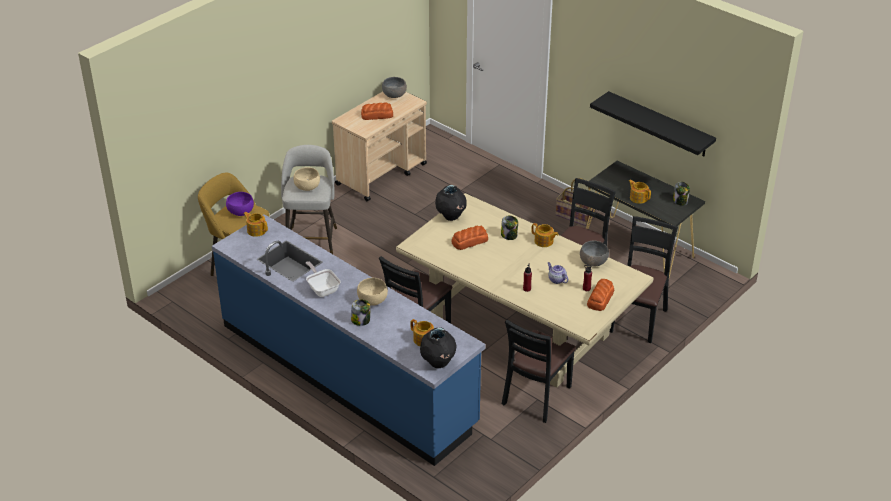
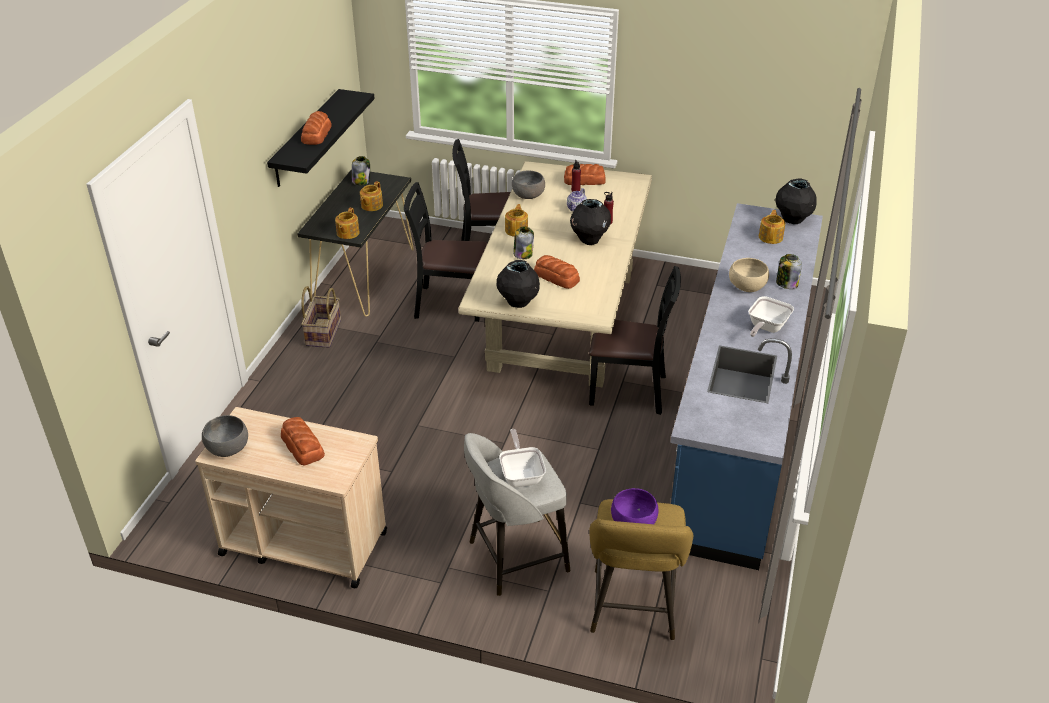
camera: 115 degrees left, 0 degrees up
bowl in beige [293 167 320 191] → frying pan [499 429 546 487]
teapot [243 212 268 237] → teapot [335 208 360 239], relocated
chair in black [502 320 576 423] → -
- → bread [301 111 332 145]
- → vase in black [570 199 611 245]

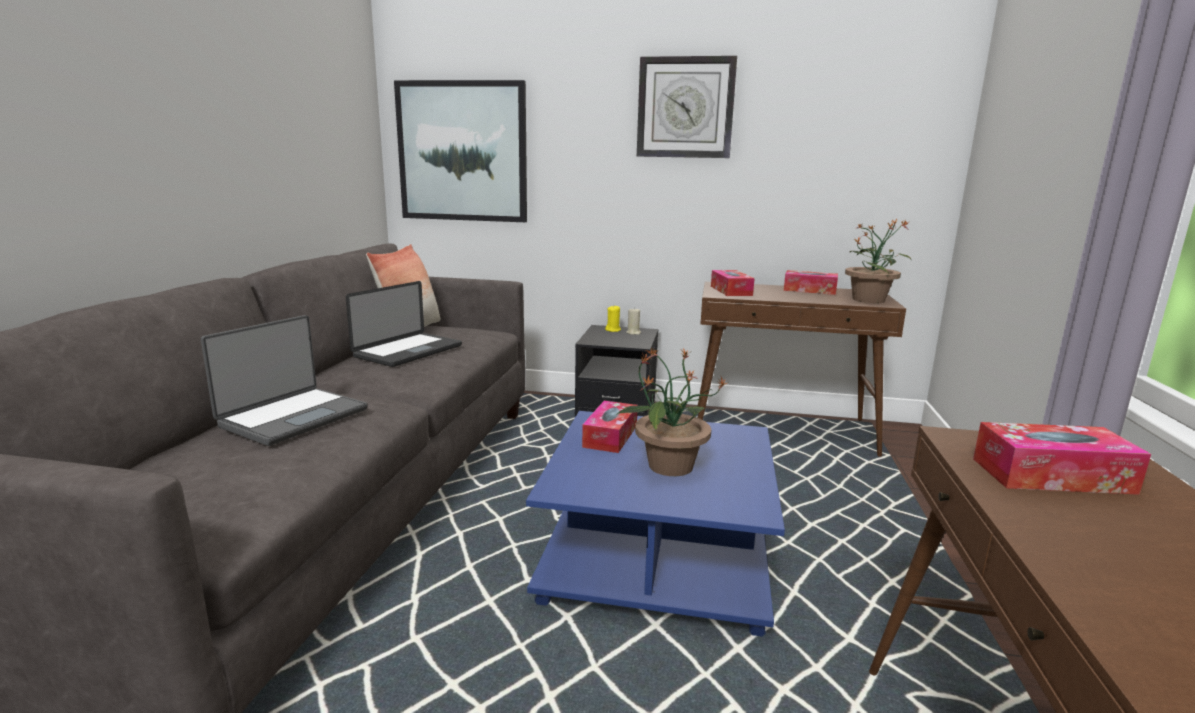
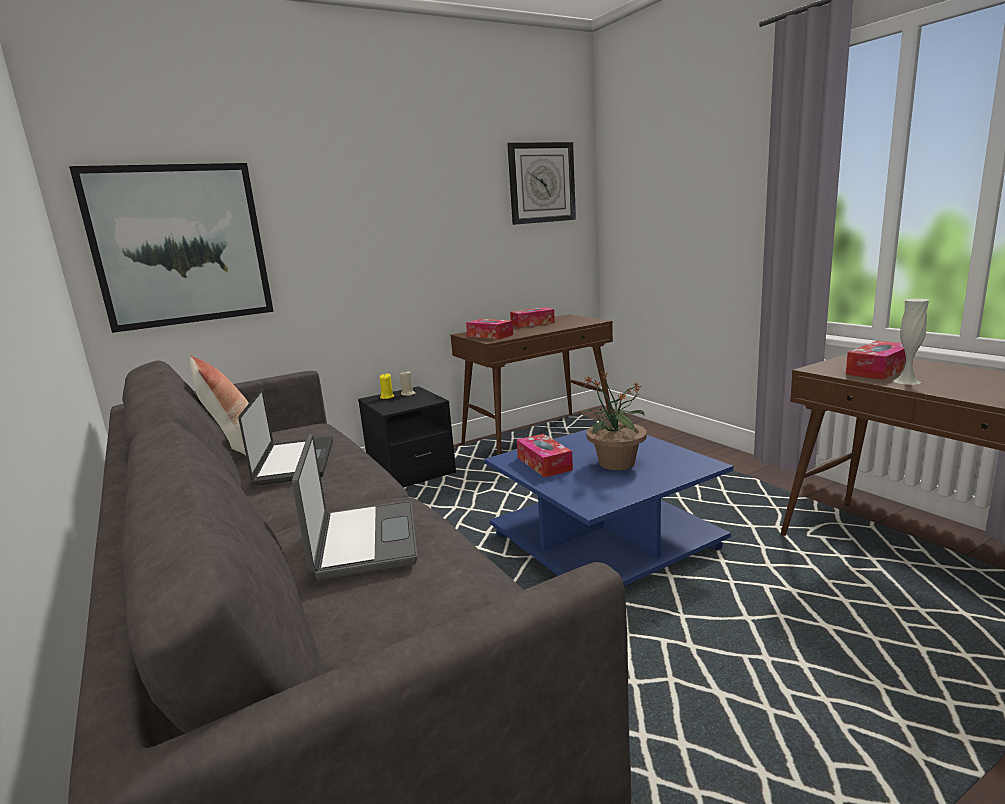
camera: 40 degrees left, 0 degrees up
wall clock [637 56 737 158] → wall clock [507 142 576 225], relocated
potted plant [845 219 911 303] → -
- → vase in white [893 299 929 385]

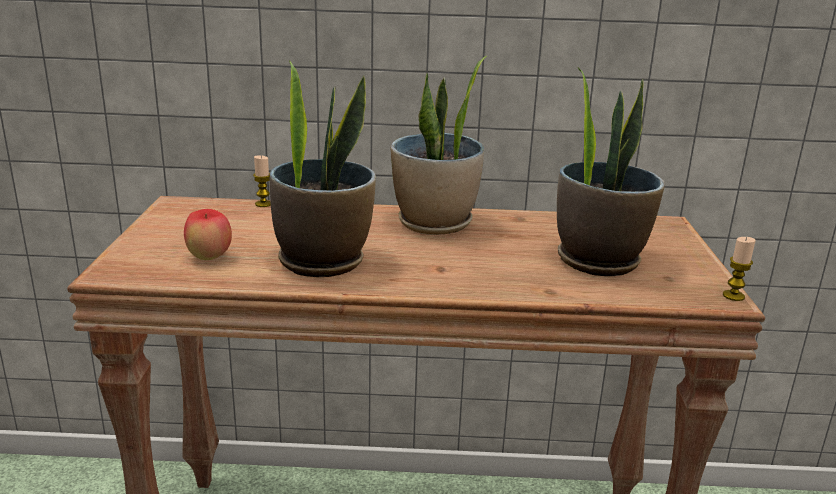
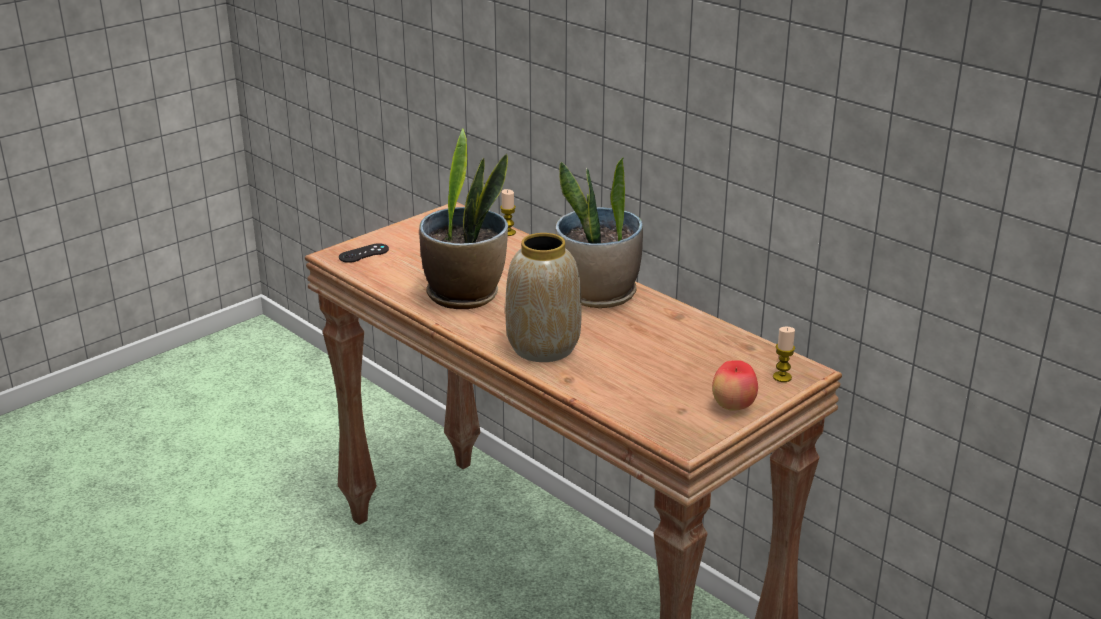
camera: 45 degrees right, 5 degrees up
potted plant [557 66 665 276] → -
apple [184 209 232 260] → apple [712 360 758 411], relocated
candle [723 237 756 301] → candle [773 327 795 382], relocated
- → vase [505 233 582 362]
- → game controller in black [339 244 389 263]

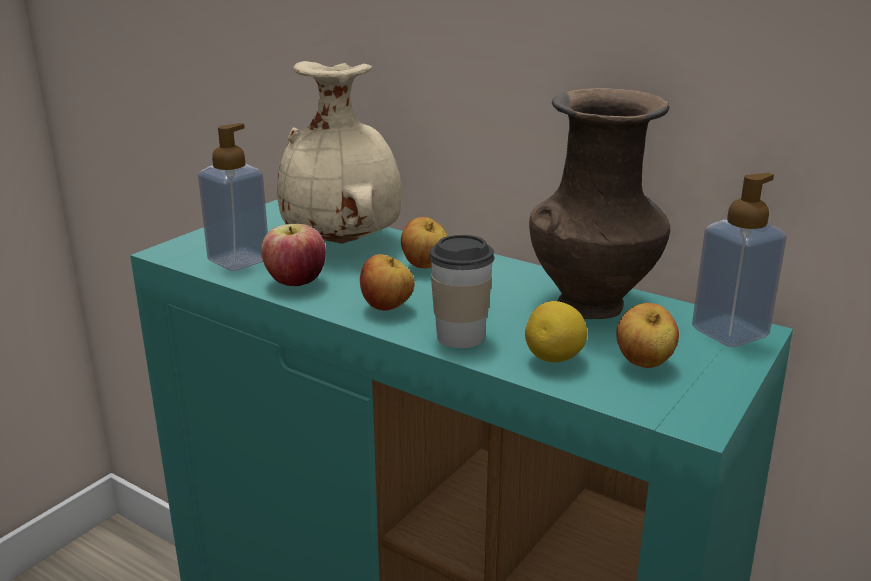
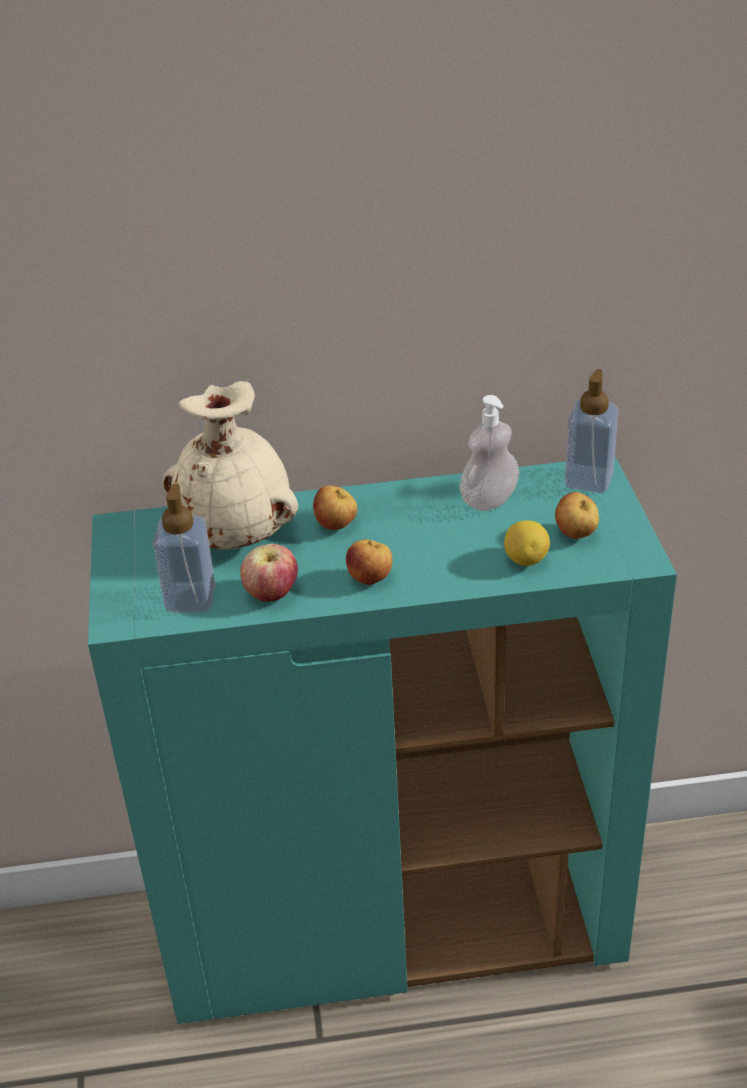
camera: 40 degrees left, 15 degrees up
vase in brown [529 88 670 319] → soap dispenser [459 395 519 511]
cup [429 235 494 348] → -

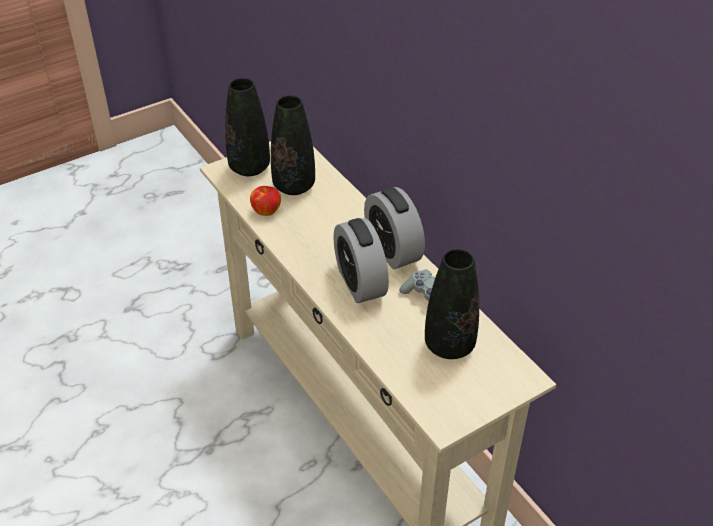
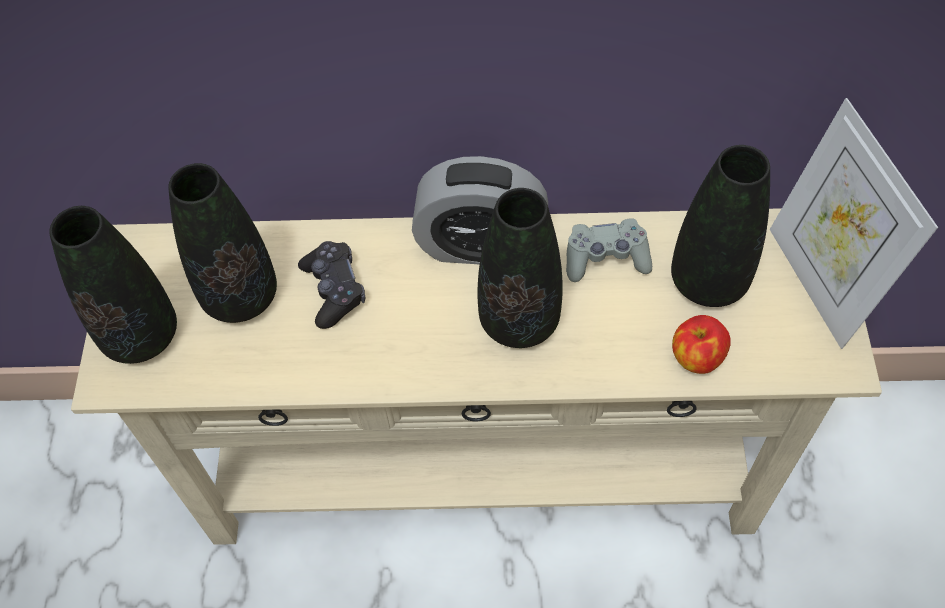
camera: 55 degrees left, 15 degrees up
apple [250 186 281 216] → apple [672 315 731 374], relocated
alarm clock [333 218 389 303] → vase in black [478 188 563 348]
- → picture frame [770 98 938 349]
- → game controller in black [298 241 365 329]

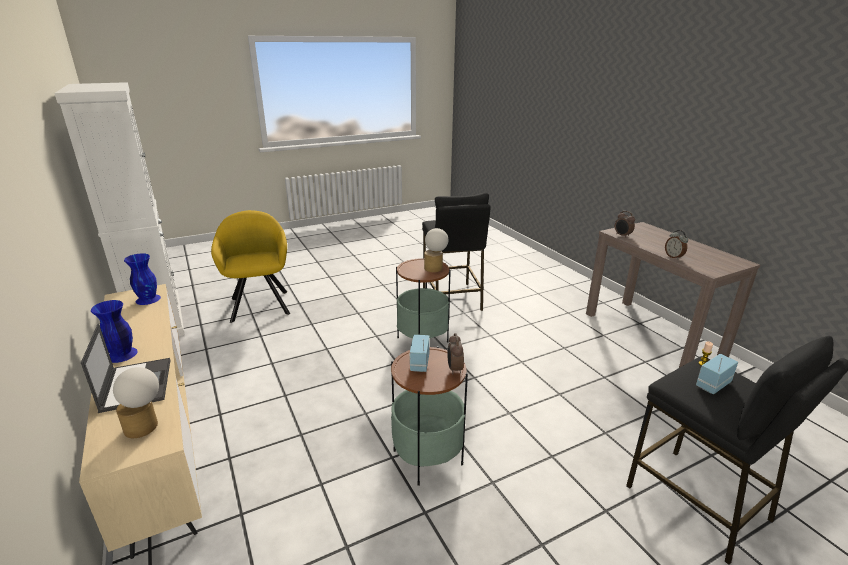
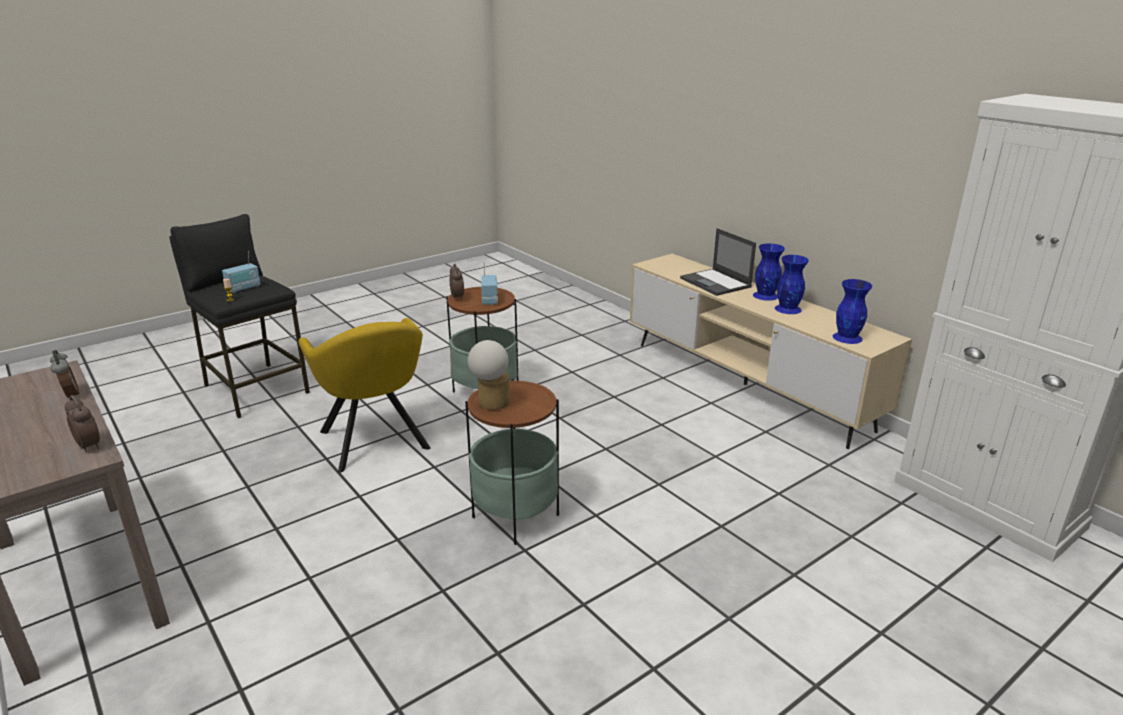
camera: 170 degrees right, 0 degrees up
stool in black [422 193 491 311] → -
armchair in yellow [211 210 290 323] → armchair in yellow [298 318 431 473], relocated
table lamp [113 367 159 438] → -
- → vase in blue [775 255 809 314]

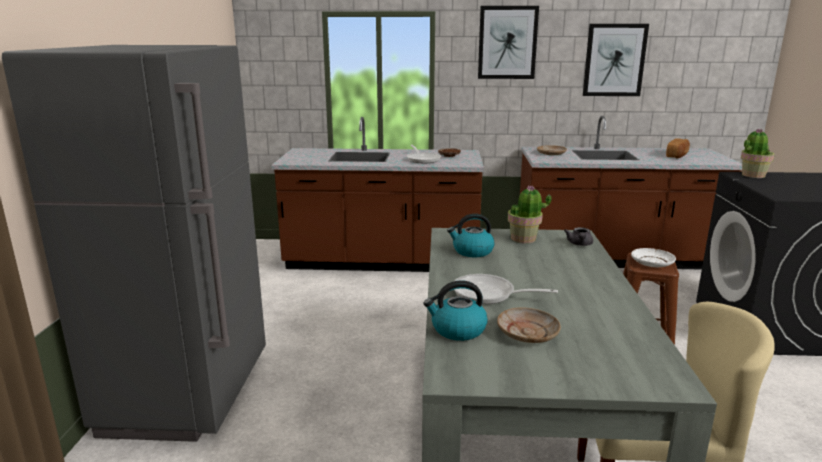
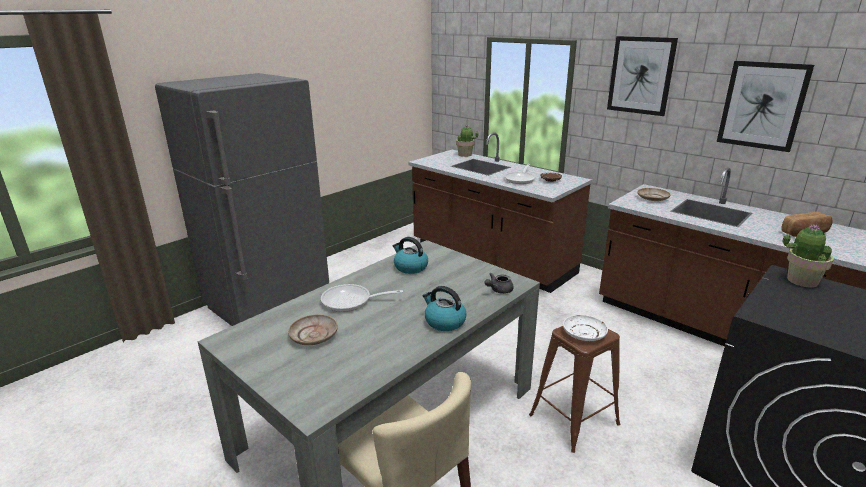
camera: 40 degrees right, 5 degrees up
potted plant [507 186 551 244] → potted plant [456 125 479 157], relocated
frying pan [454 274 558 304] → frying pan [321 284 403 312], 60 degrees counterclockwise
kettle [424 280 488 341] → kettle [422 286 467 331], relocated

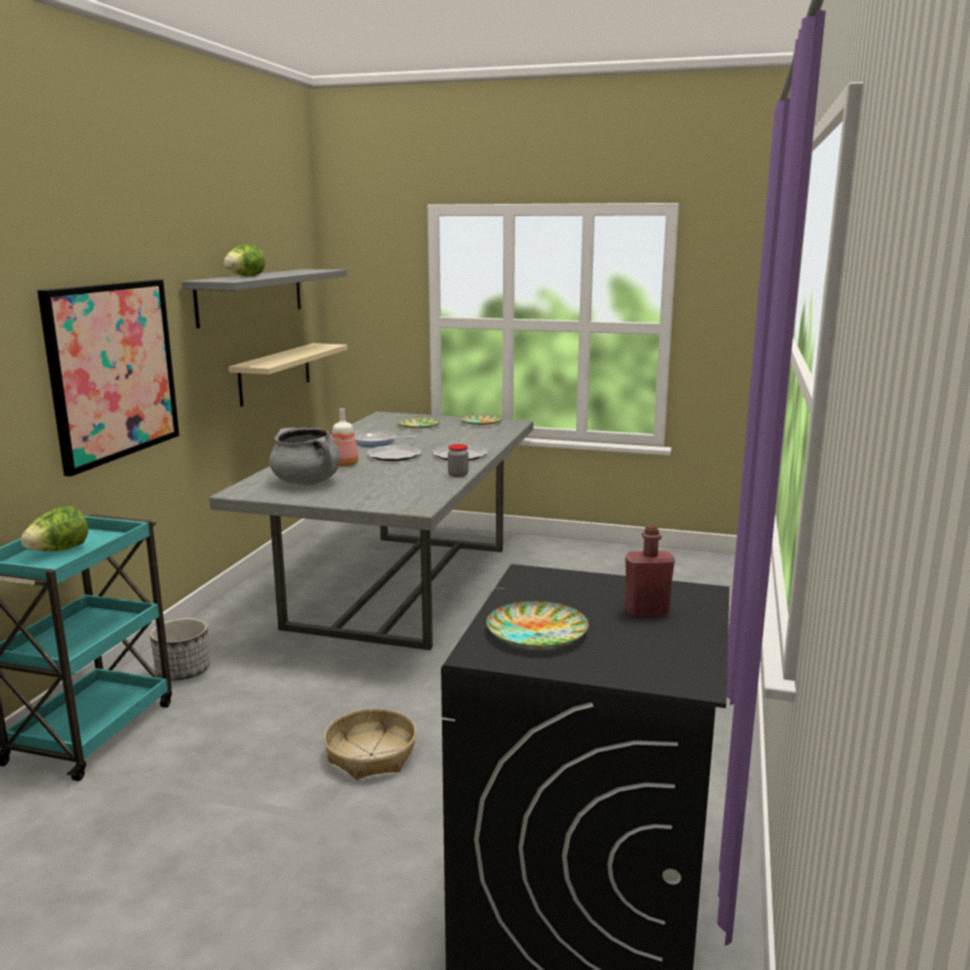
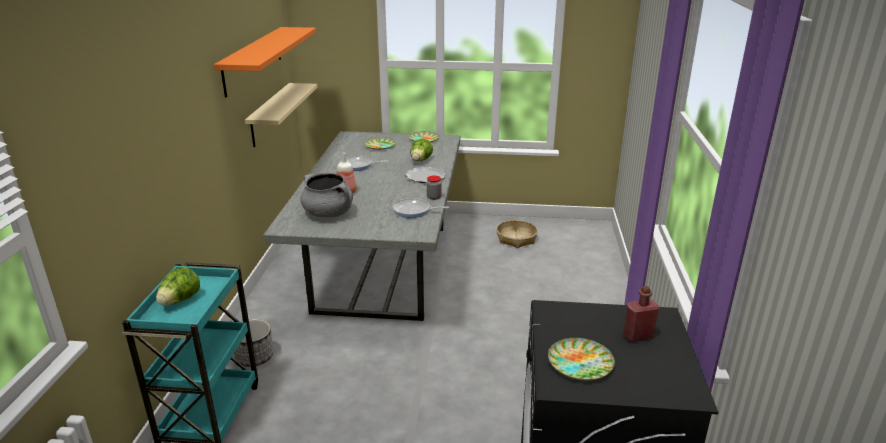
camera: 10 degrees left, 10 degrees up
lettuce [224 245 265 276] → lettuce [410 139 433 161], relocated
shelf in grey [182 269 347 329] → shelf in orange [214 27 316 98]
picture [37 279 179 476] → -
plate [366 445 422 461] → -
basket [324 708 416 780] → basket [496 220 538 248], relocated
- → frying pan [392 198 449 218]

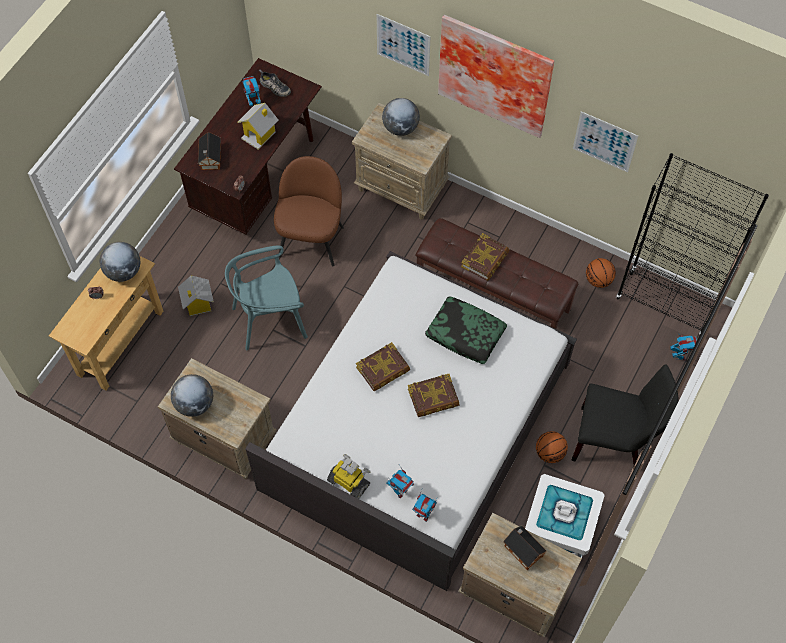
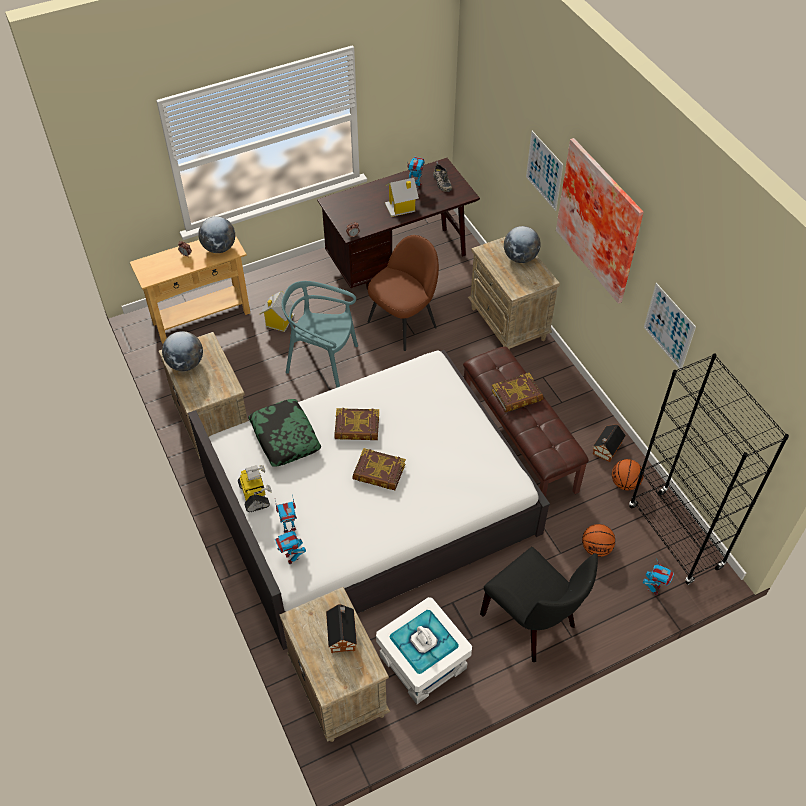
camera: 35 degrees right, 10 degrees down
toy house [198 132 221 170] → toy house [593 424 626 462], relocated
pillow [425 296 507 364] → pillow [248 399 321 467], relocated
basketball [536 431 568 463] → basketball [582 524 615 557], relocated

